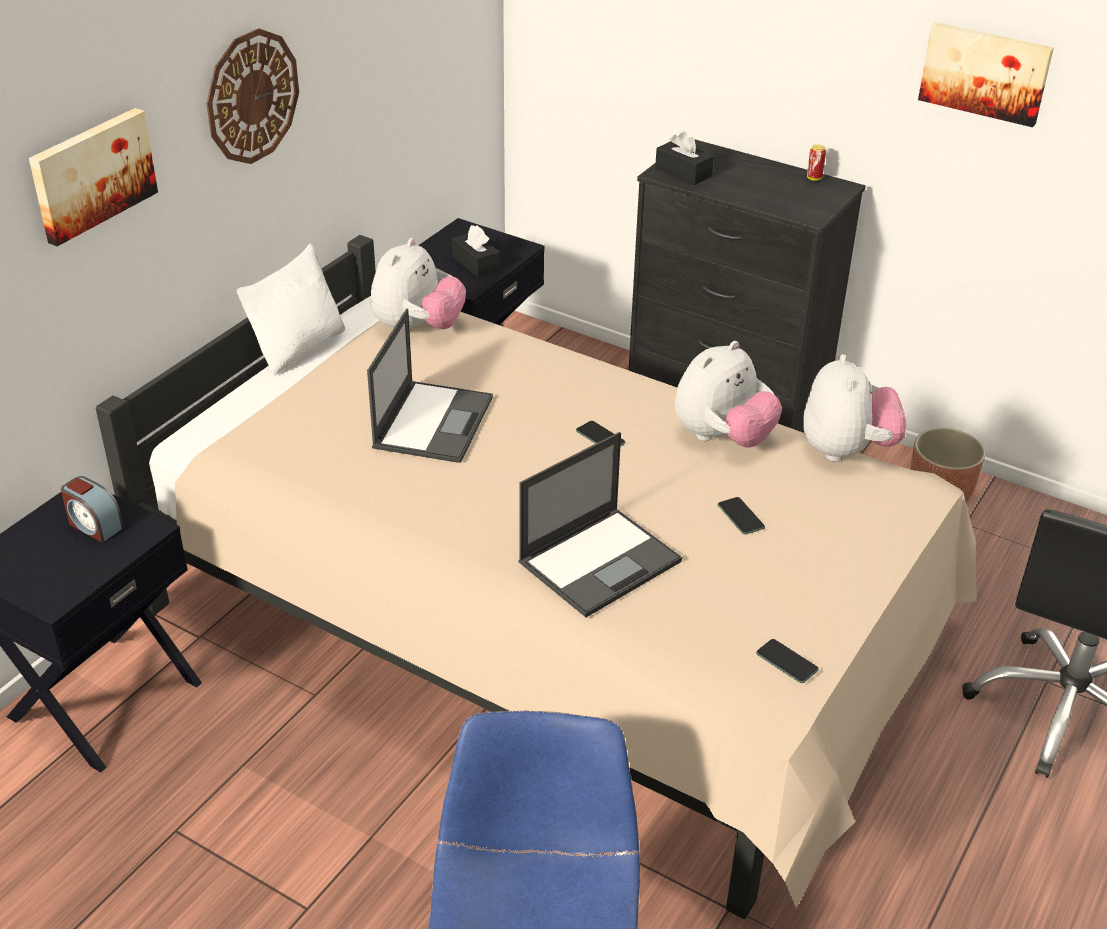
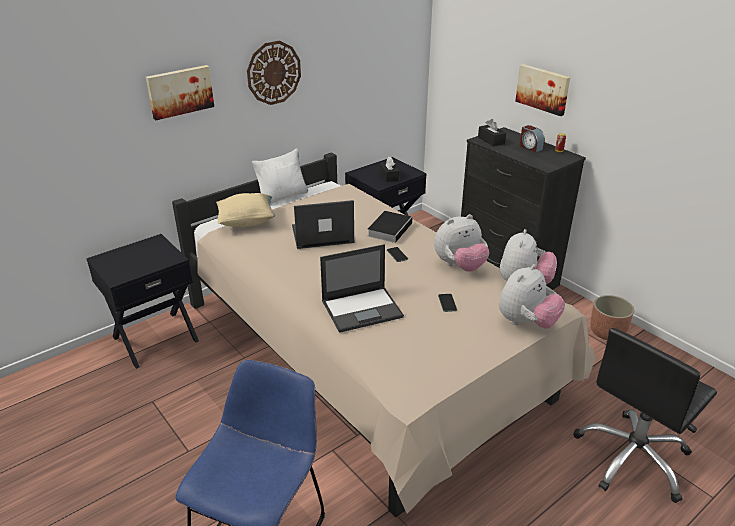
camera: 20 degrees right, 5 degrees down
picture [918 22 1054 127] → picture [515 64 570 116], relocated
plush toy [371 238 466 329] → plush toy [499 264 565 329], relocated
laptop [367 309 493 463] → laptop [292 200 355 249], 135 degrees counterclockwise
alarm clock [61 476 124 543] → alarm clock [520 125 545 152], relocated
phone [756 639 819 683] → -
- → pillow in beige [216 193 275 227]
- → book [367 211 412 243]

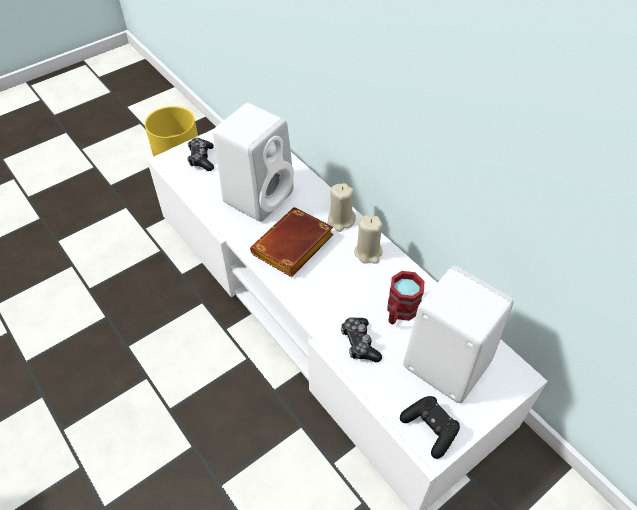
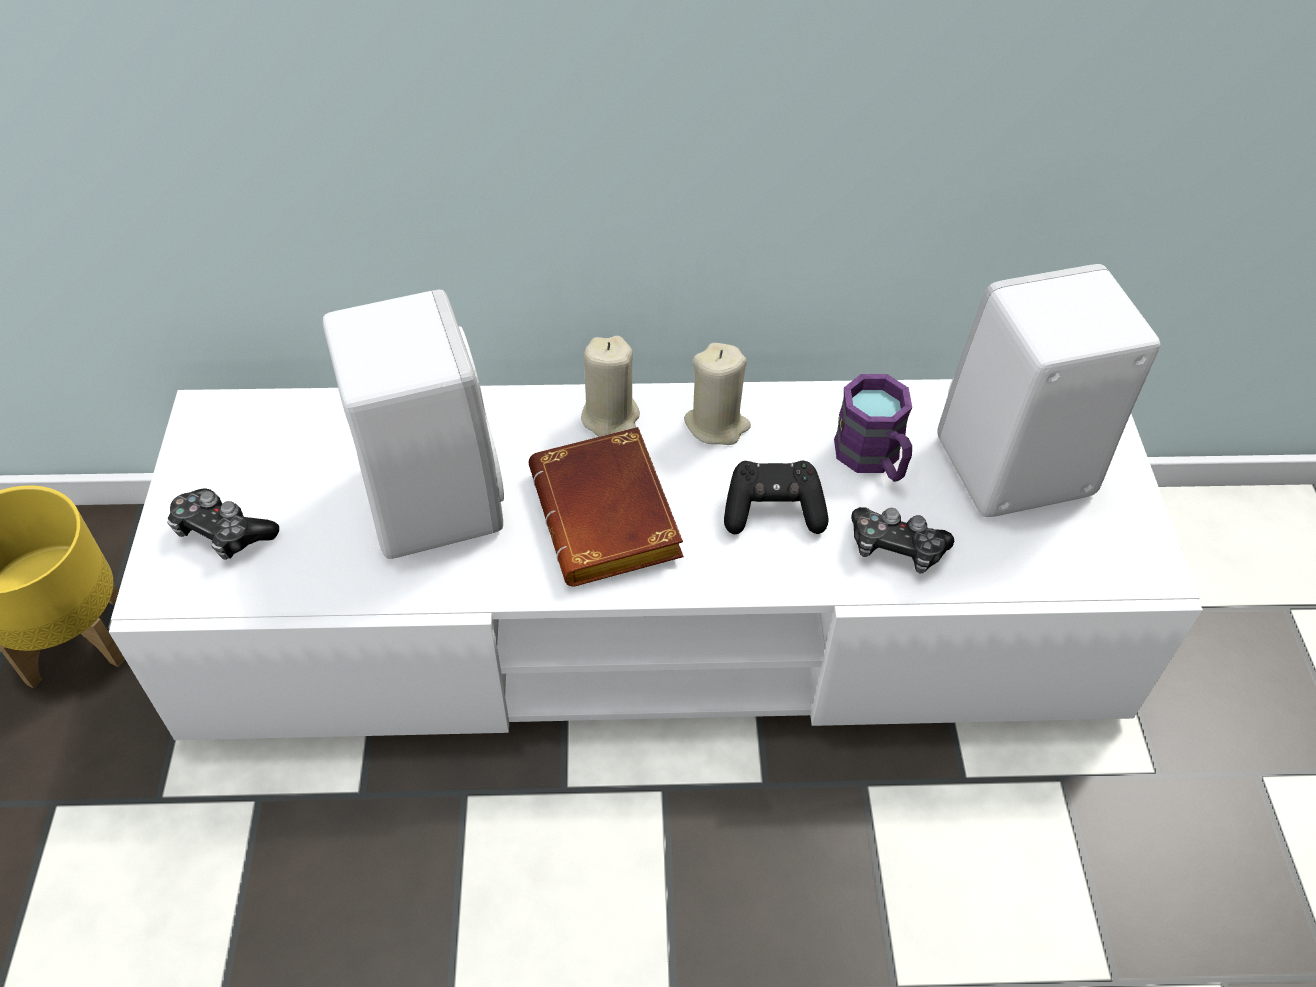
camera: 55 degrees left, 0 degrees up
mug in red [387 271 425 324] → mug in purple [834 374 912 482]
game controller in black [400 396 460 459] → game controller in black [724 461 828 534], relocated

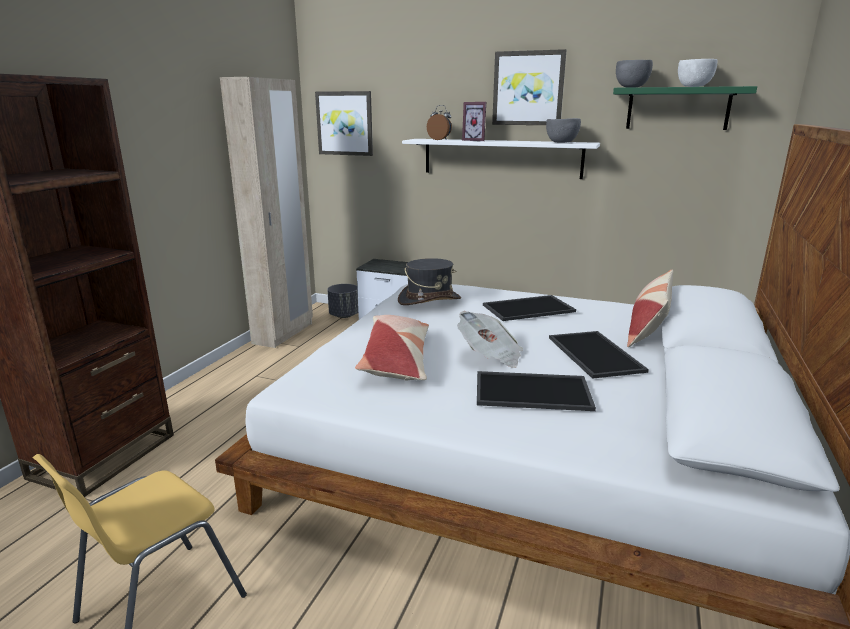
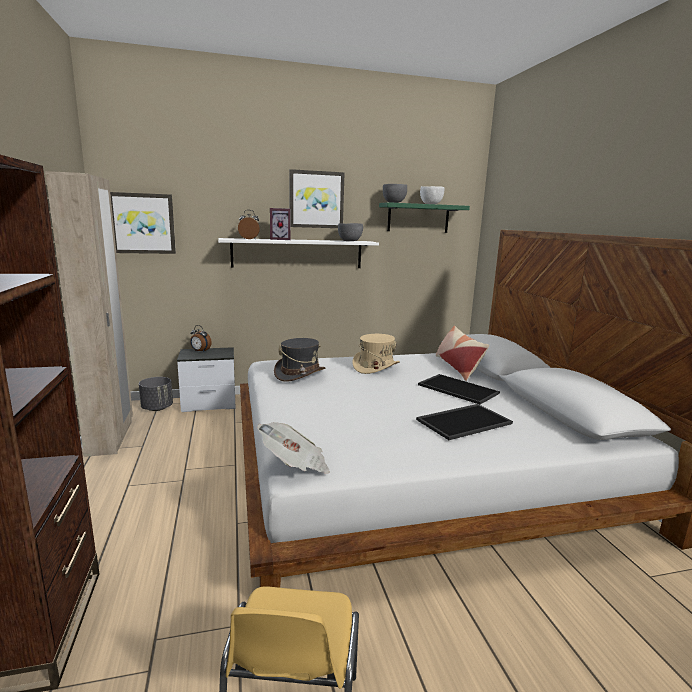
camera: 35 degrees left, 5 degrees down
tray [483 295 576 321] → hat in beige [352 334 400 374]
newspaper [457 311 523 368] → newspaper [257 422 330 473], relocated
pillow [355 315 429 381] → -
- → alarm clock [190 325 212 352]

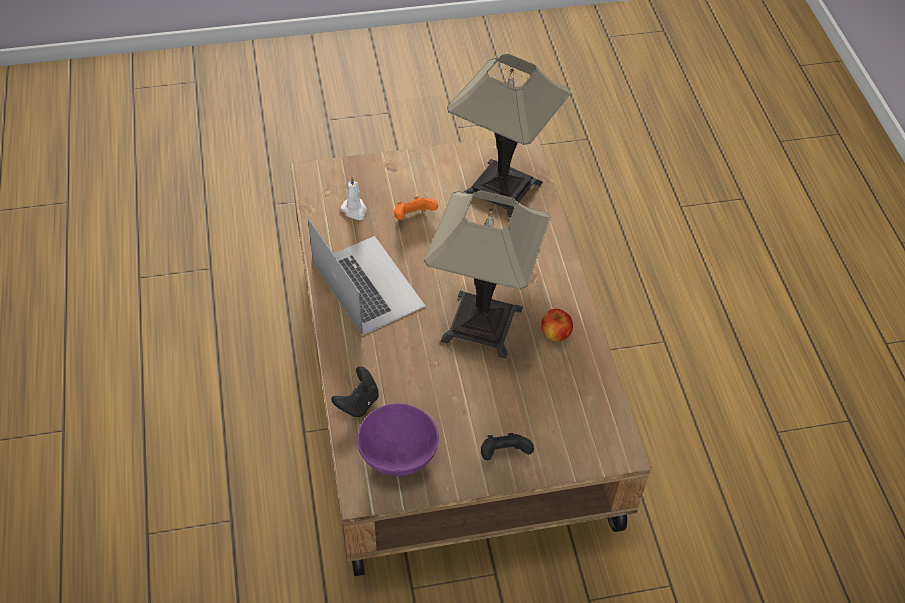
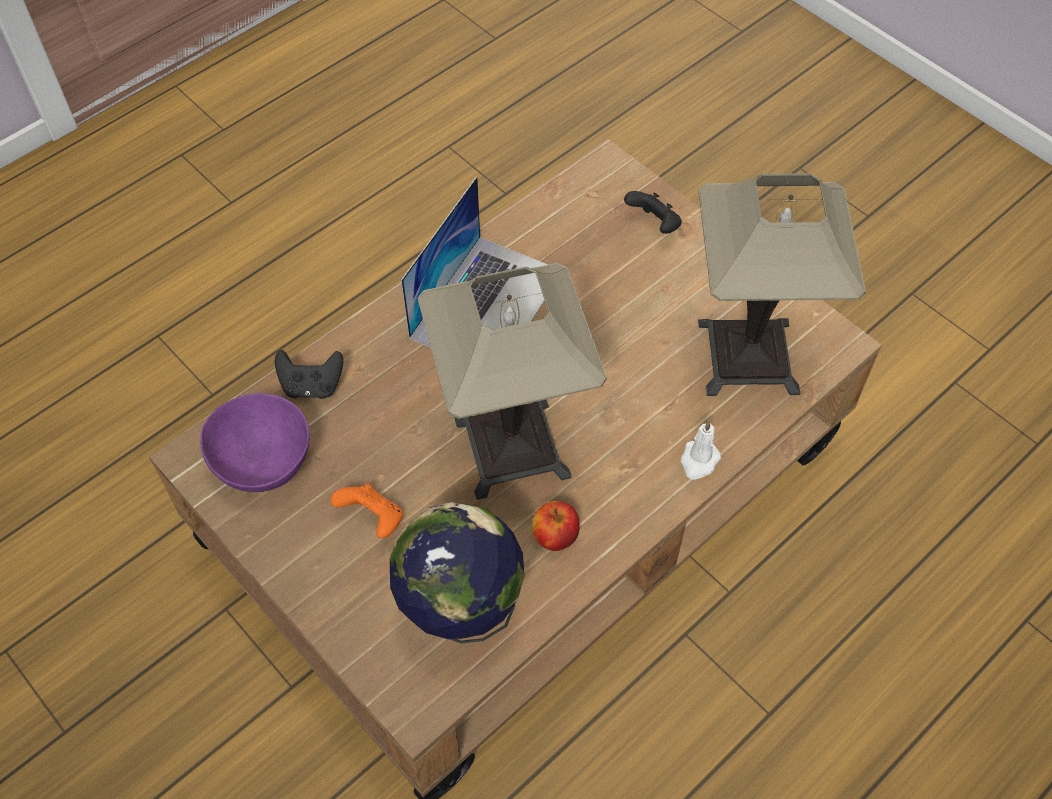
camera: 60 degrees right, 5 degrees up
candle in white [341 177 367 220] → candle in white [681 420 721 480], relocated
game controller in orange [394 196 438 220] → game controller in orange [330 483 403 538], relocated
game controller in black [481 433 534 460] → game controller in black [624 191 682 234], relocated
- → globe [390 502 525 643]

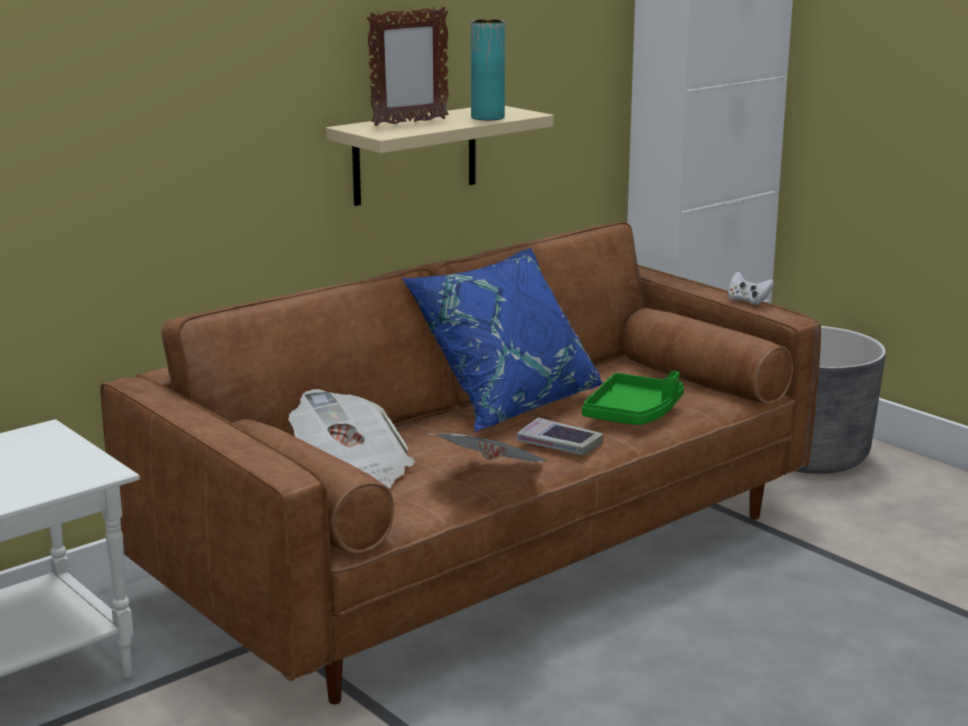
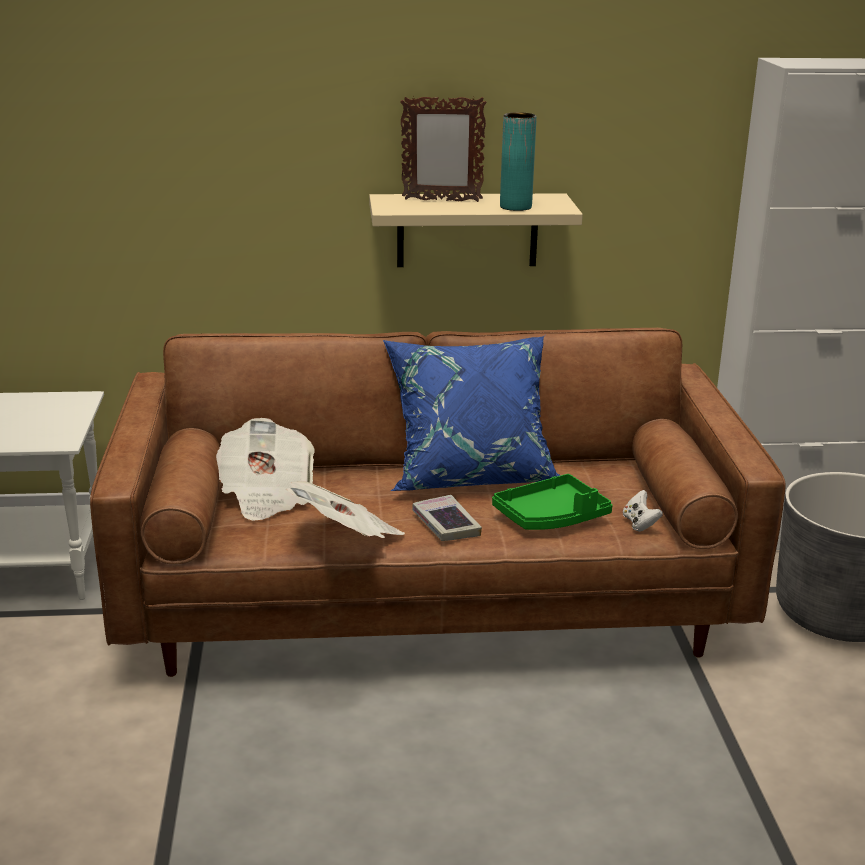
camera: 35 degrees right, 5 degrees up
game controller in white [728 272 775 305] → game controller in white [623 490 663 532], relocated

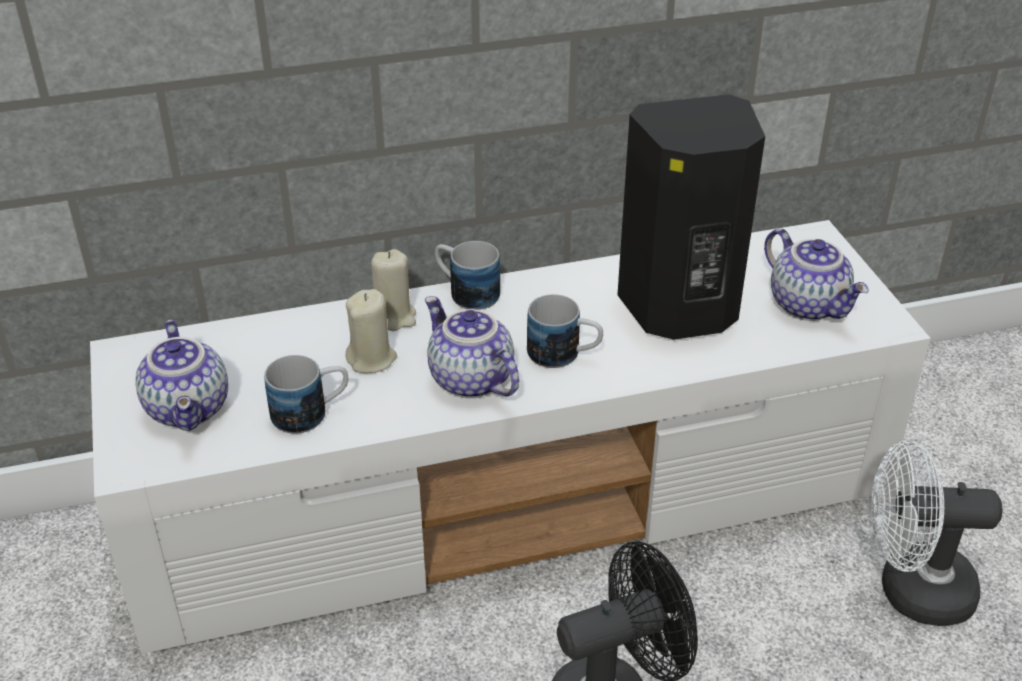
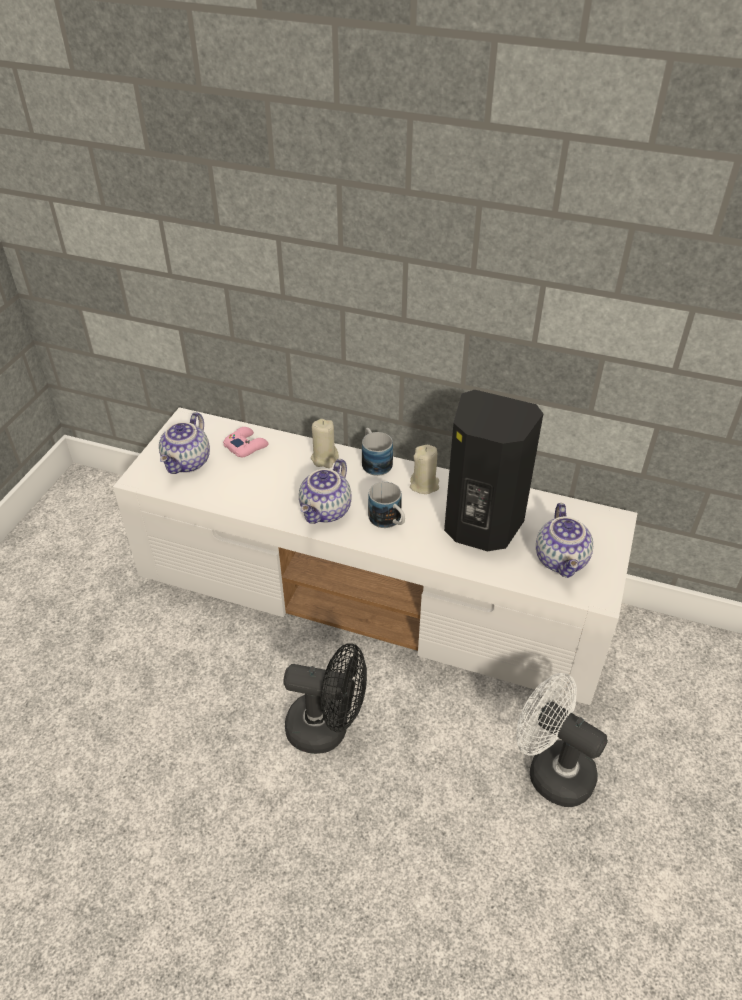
camera: 35 degrees right, 5 degrees up
candle in beige [345 289 397 373] → candle in beige [410 445 439 494], relocated
teapot [425 296 519 398] → teapot [299 459 352 524], 150 degrees counterclockwise
mug [264 355 348 434] → -
- → game controller in pink [223 427 269 457]

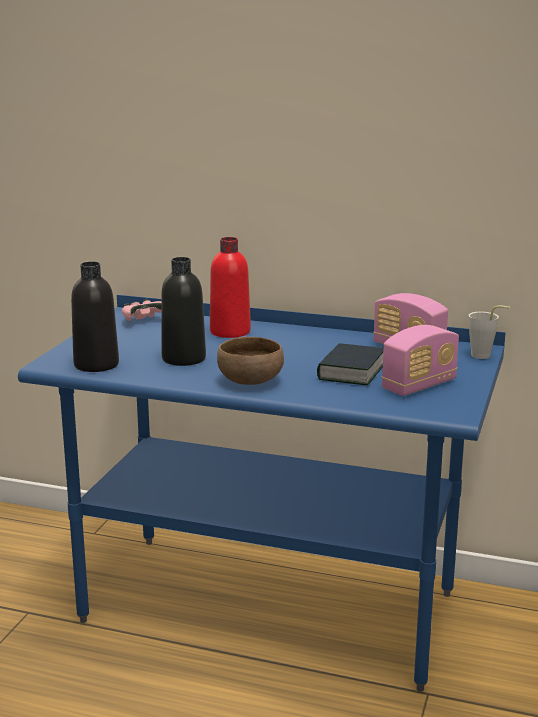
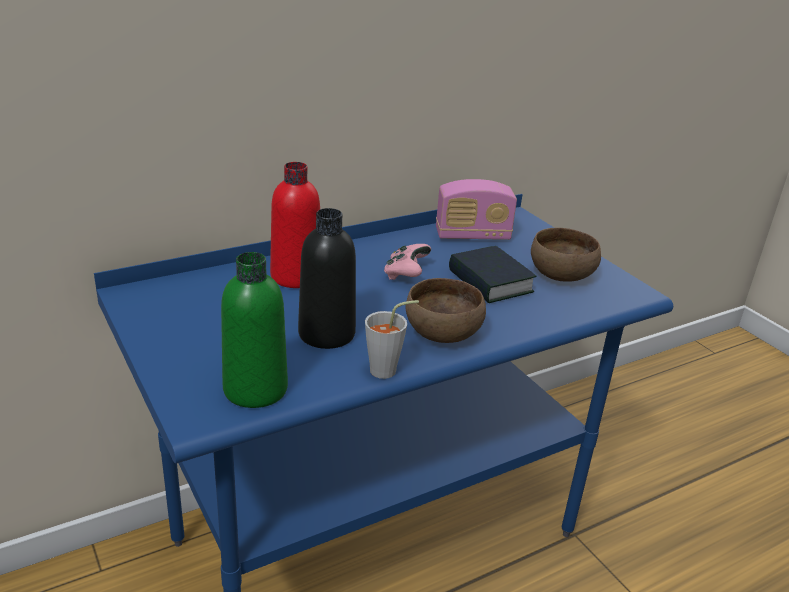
camera: 50 degrees left, 10 degrees up
bottle in black [71 262 119 372] → bottle in green [221 252 288 408]
game controller in pink [122 299 161 321] → game controller in pink [384 244 431 280], relocated
cup in grey [468 305 511 359] → cup in grey [365 300 419 379], relocated
radio [382 325 459 396] → bowl in brown [531 228 601 281]

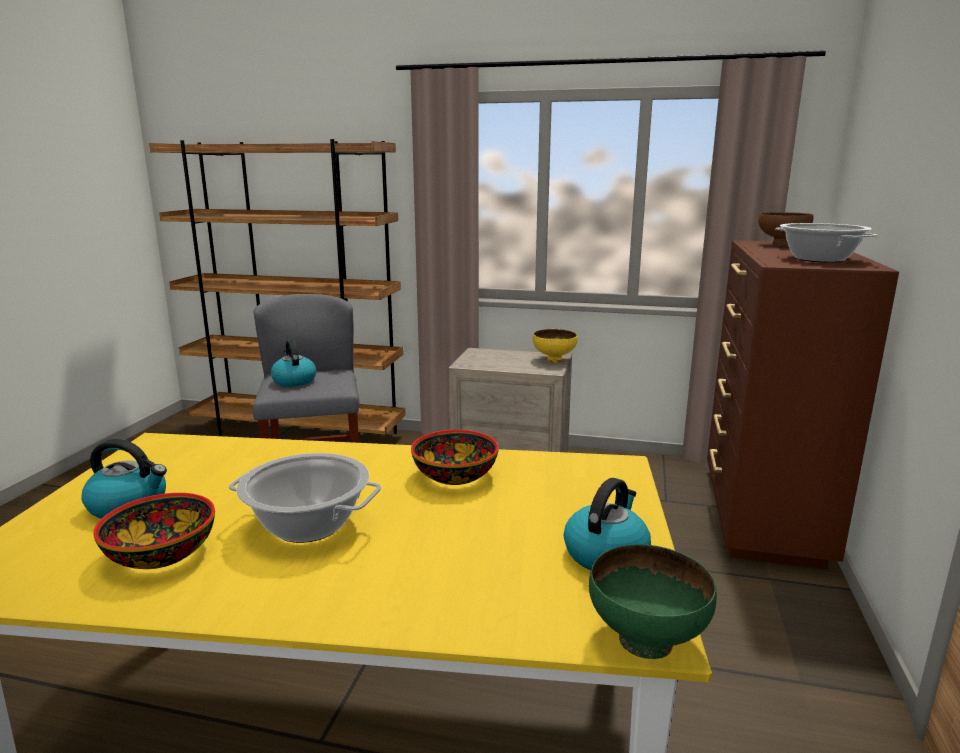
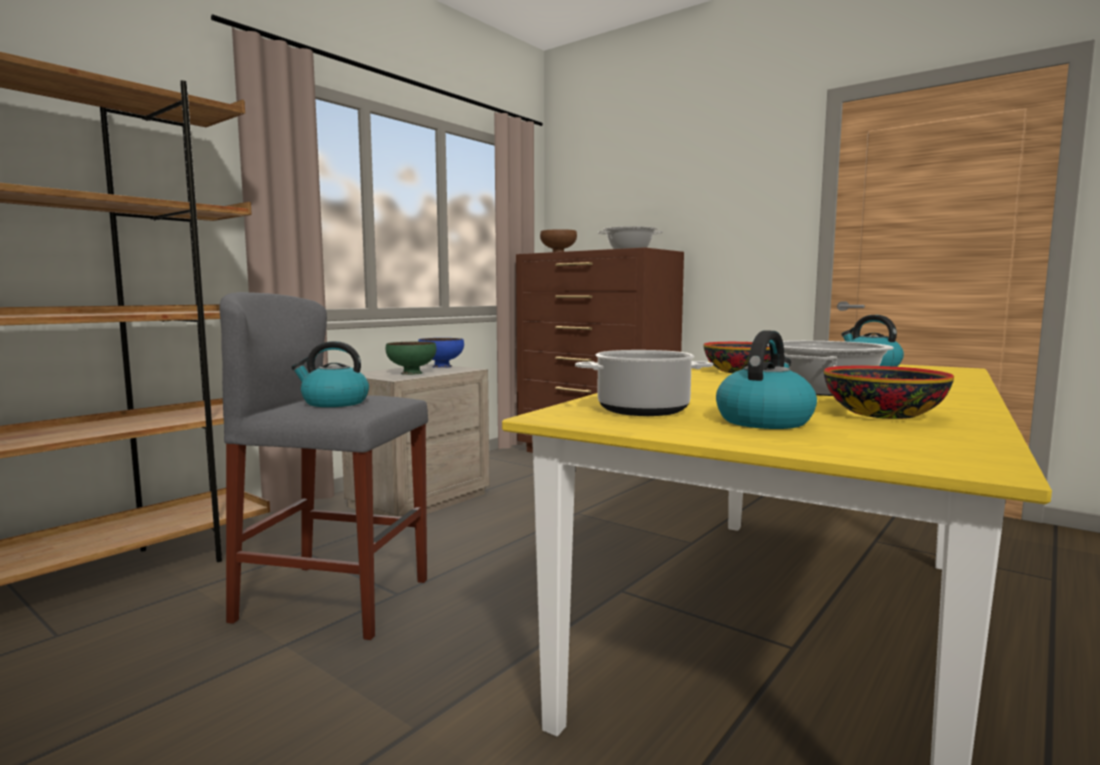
camera: 65 degrees left, 10 degrees down
bowl in yellow [533 329 578 363] → bowl in blue [418 338 464 368]
bowl in green [589 544 717 659] → bowl in green [386 341 436 375], relocated
- → cooking pot [575 350 713 416]

